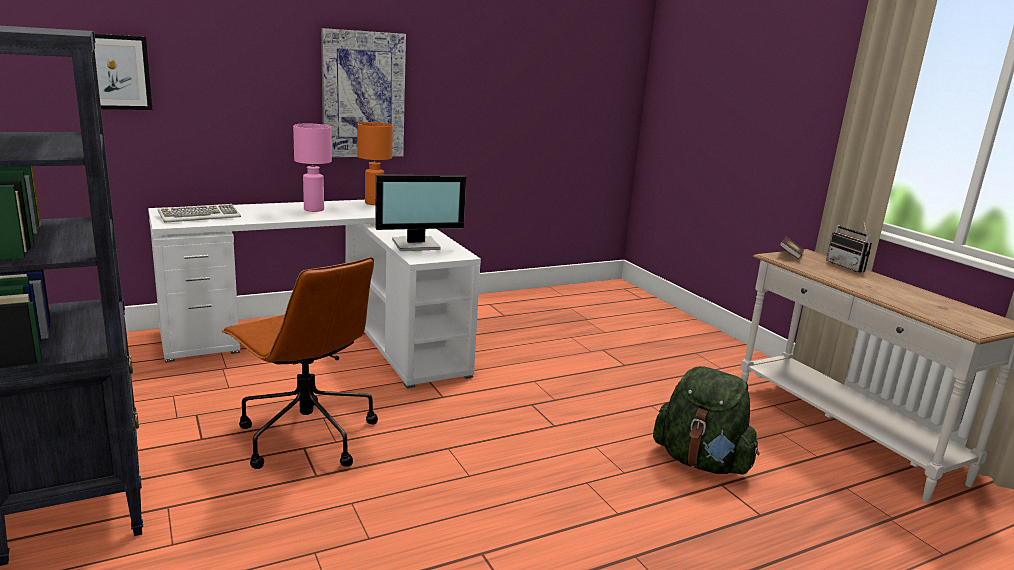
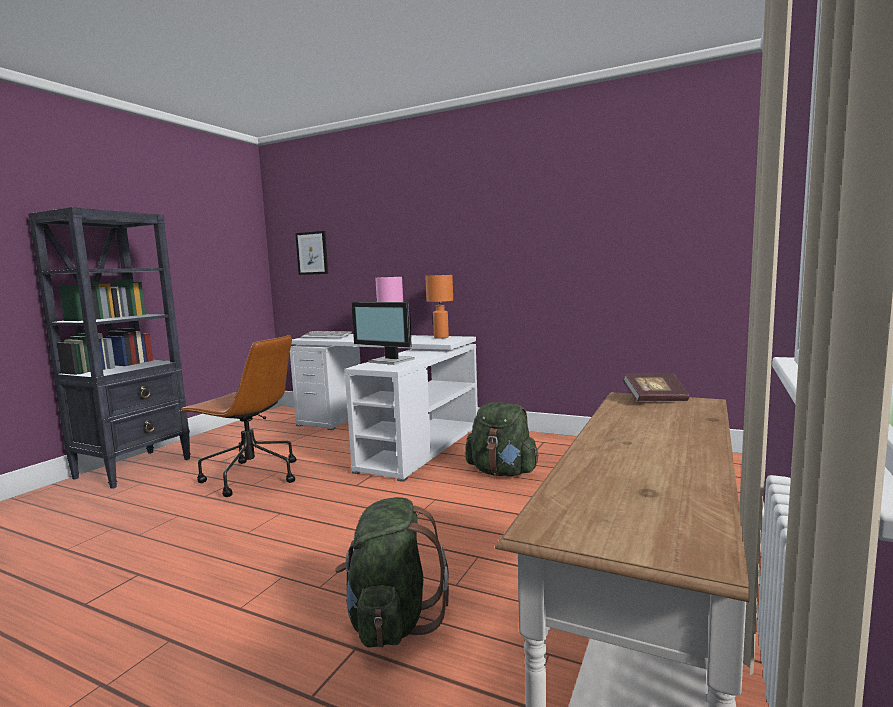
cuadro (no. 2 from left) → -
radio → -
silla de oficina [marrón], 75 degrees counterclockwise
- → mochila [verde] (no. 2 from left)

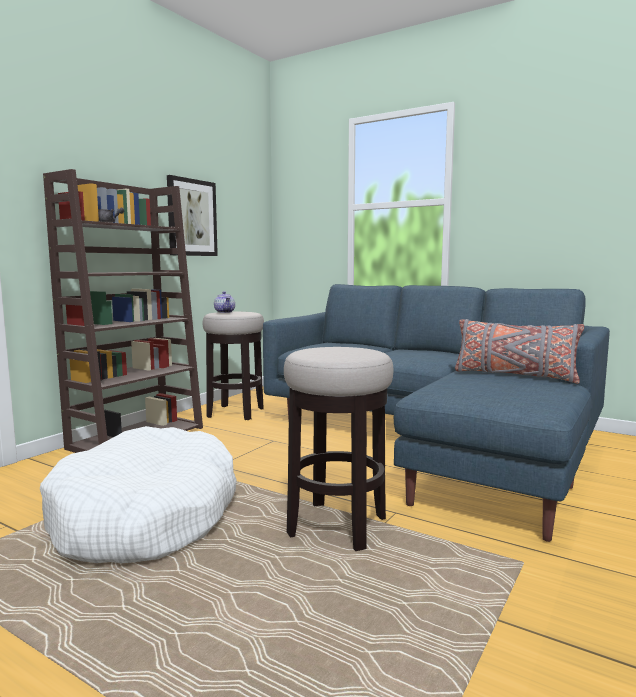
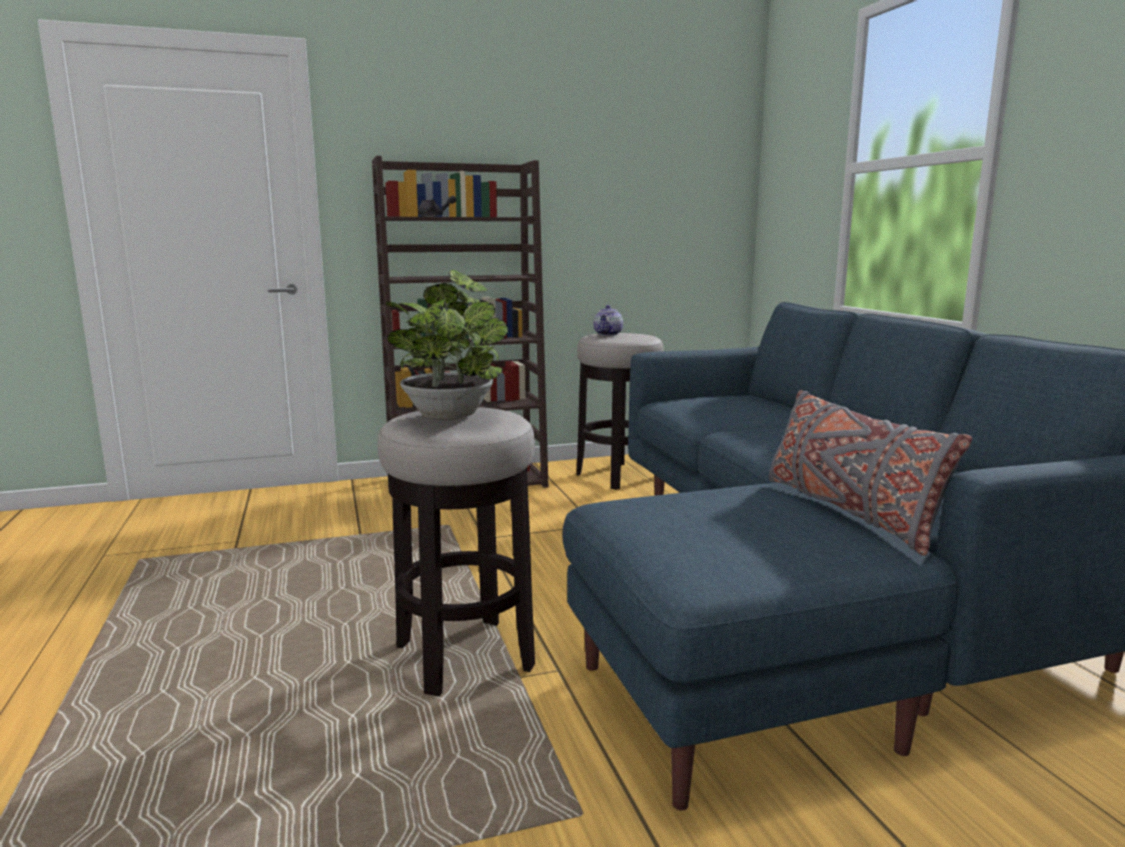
cuadro → -
cama para perro [blanco] → -
- → planta en maceta

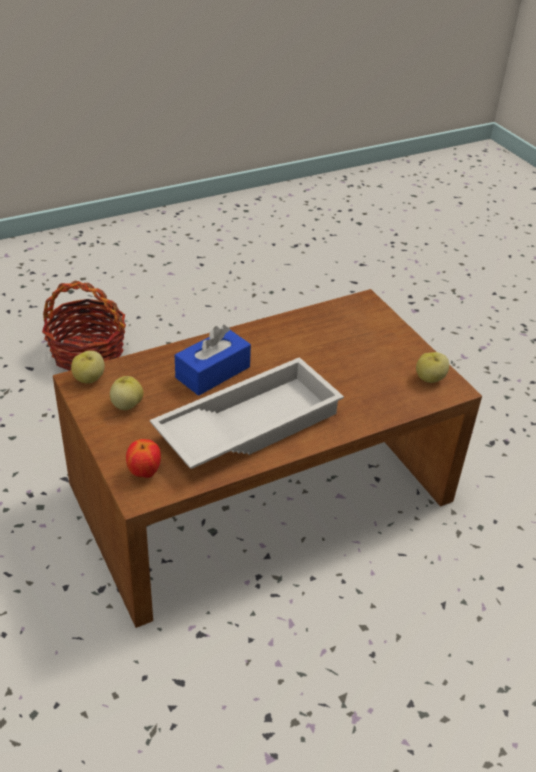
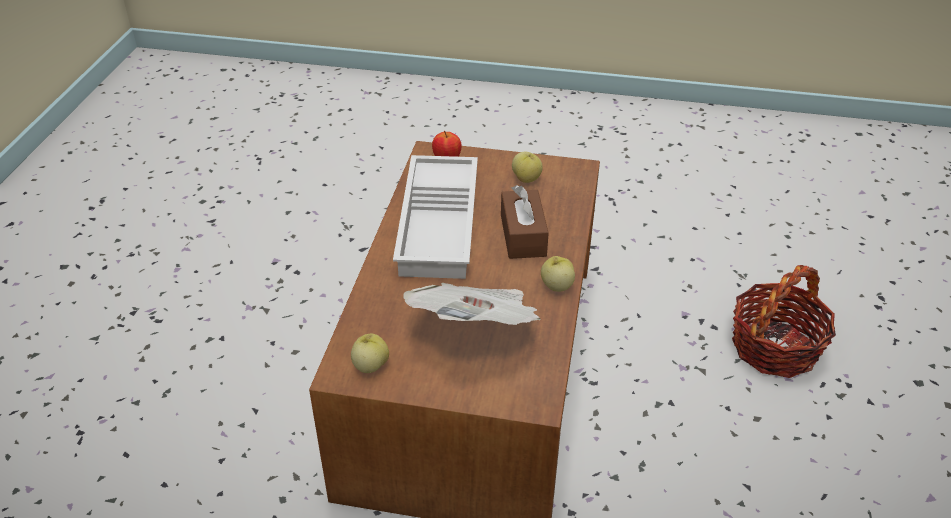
caja de pañuelos [azul] → caja de pañuelos [marrón]
manzana (no. 1 from left in the first image) → manzana (no. 4 from left), shifted
- → periódico

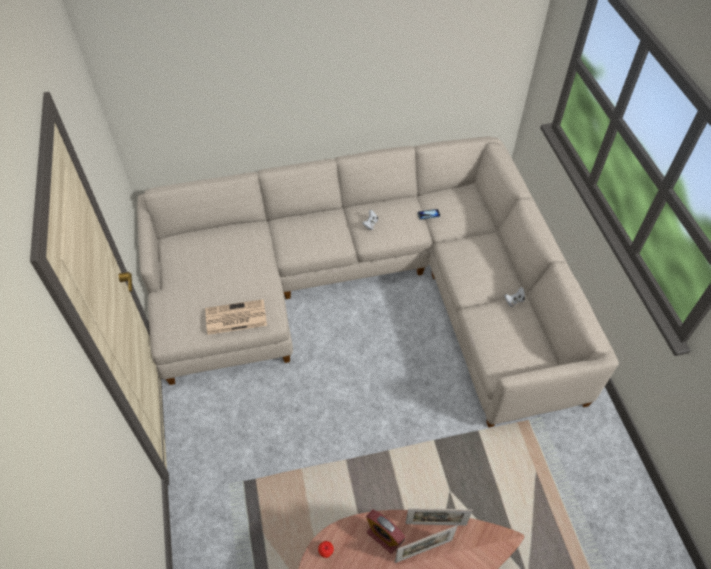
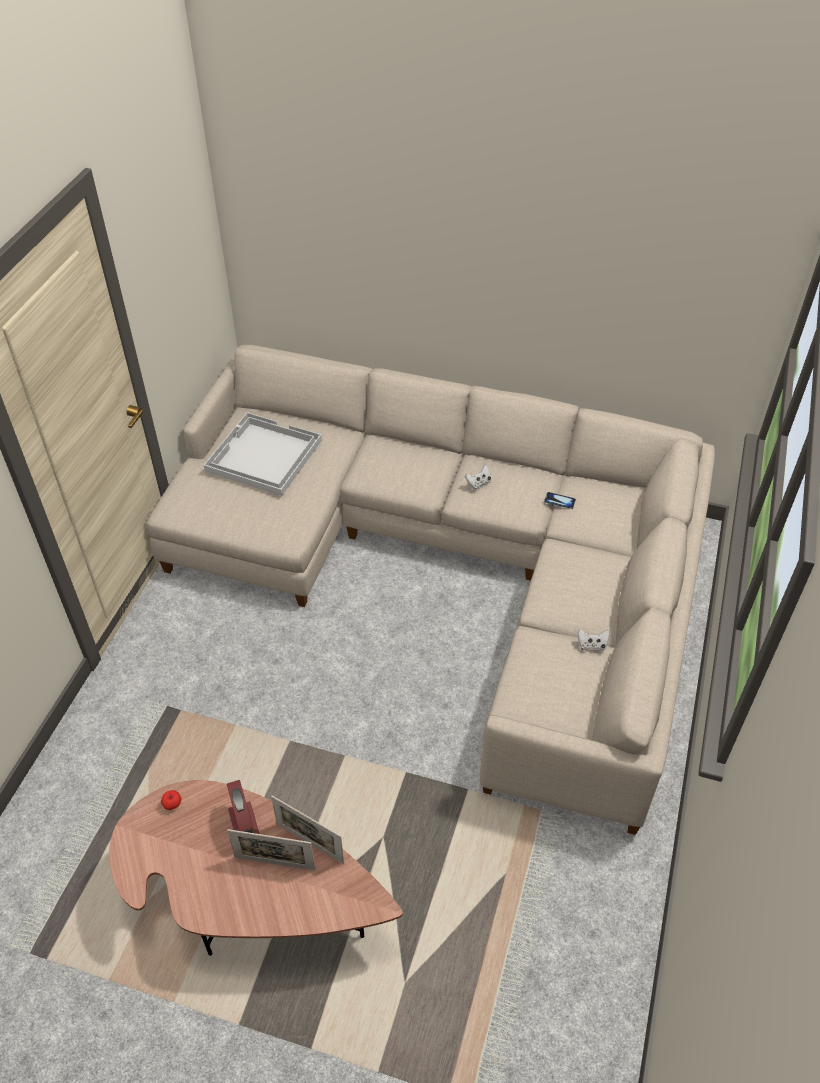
periódico → -
- → bandeja [blanco]

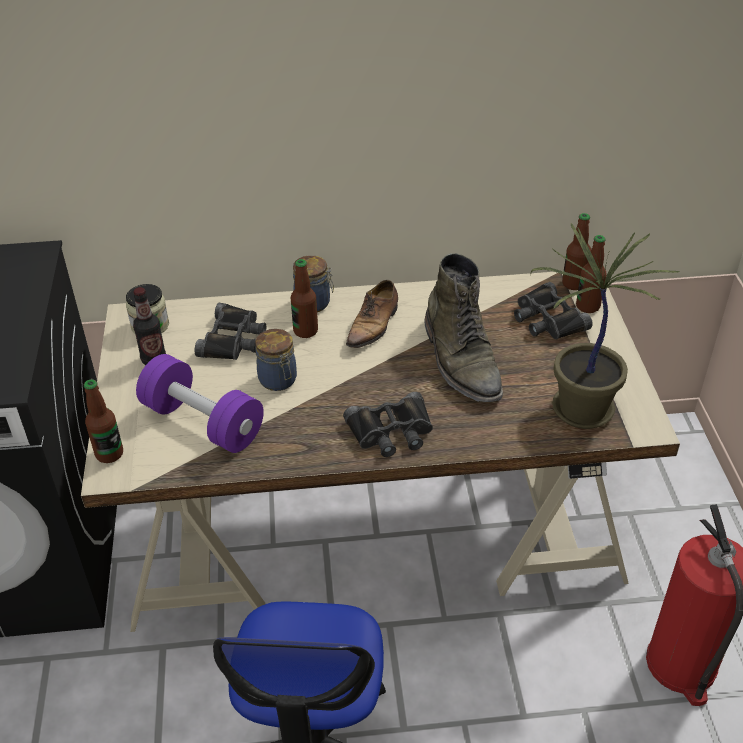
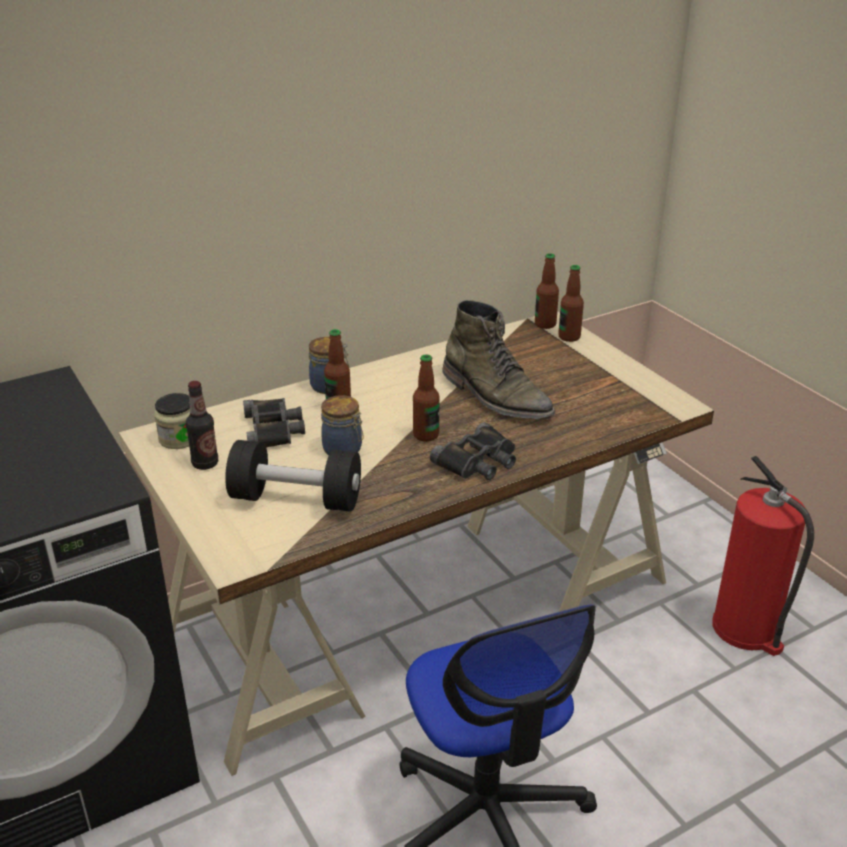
planta en maceta → -
zapato → -
prismáticos [negro] (no. 3 from left) → -
mancuerna [morado] → mancuerna [negro]
botella (no. 1 from left in the first image) → botella (no. 3 from left), shifted

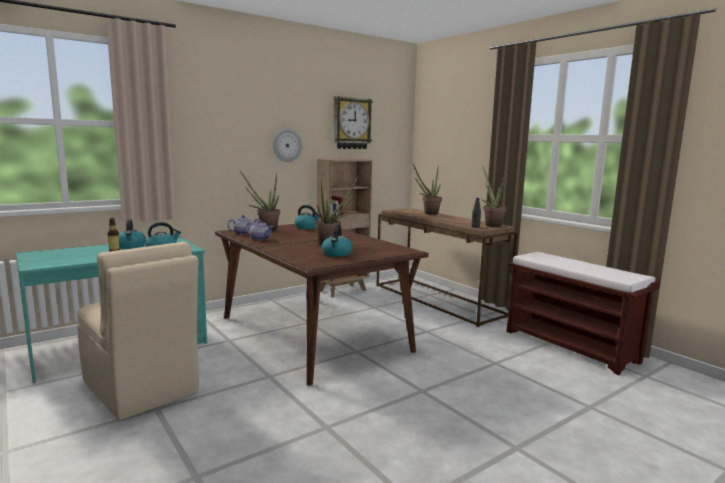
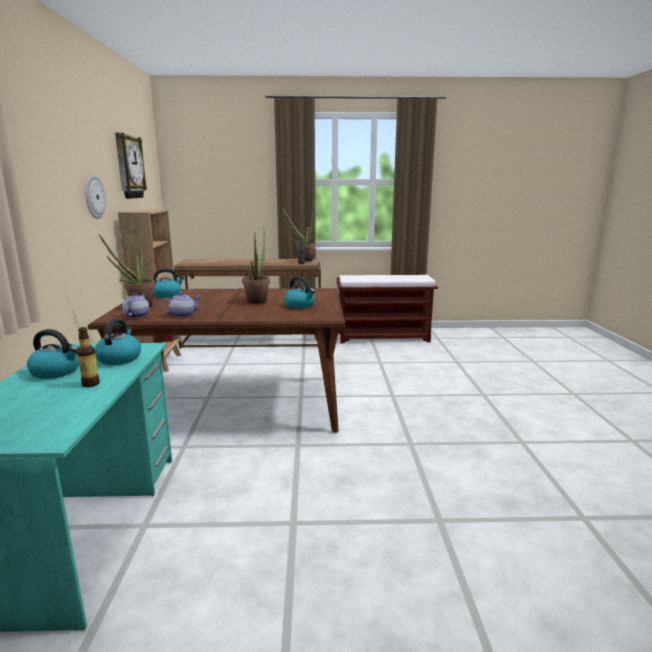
planta en maceta (no. 3 from left) → -
silla [beis] → -

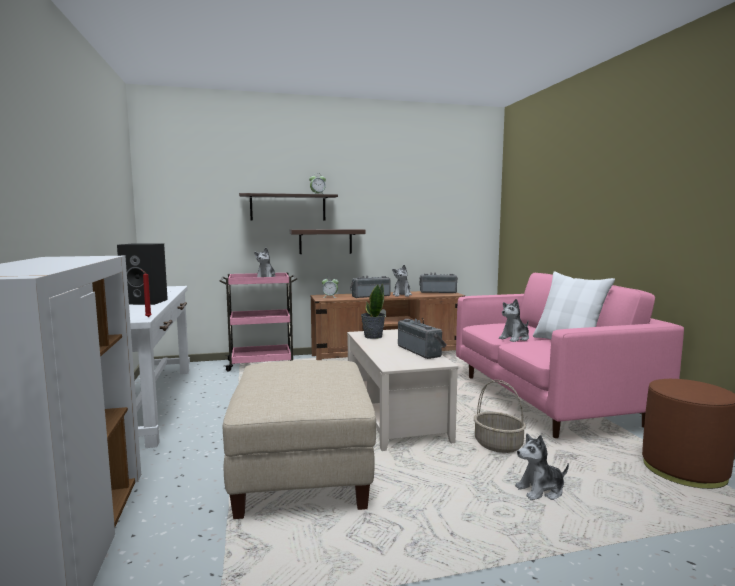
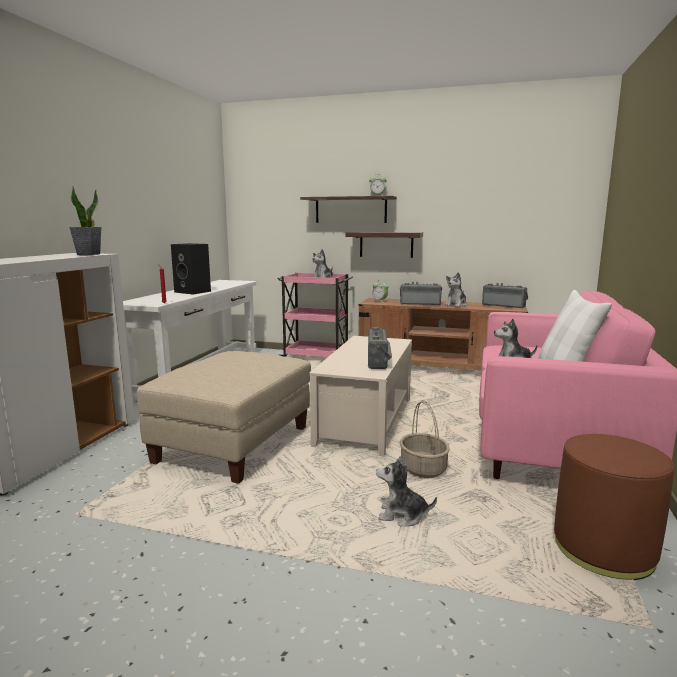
planta en maceta, shifted

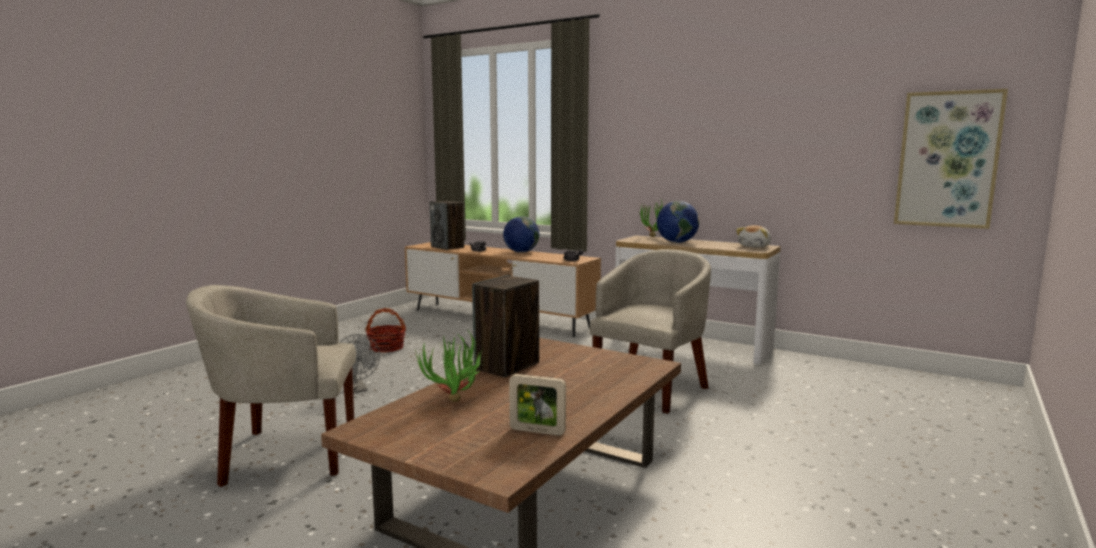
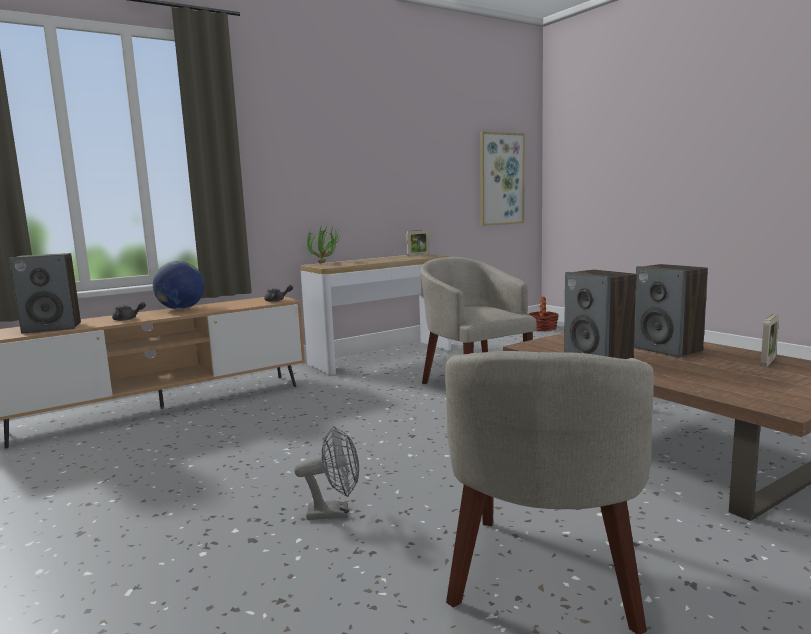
globo terráqueo (no. 2 from left) → -
peluche → portarretratos (no. 1 from left)
cesta, shifted
planta en maceta (no. 1 from left) → -
- → altavoz (no. 3 from left)

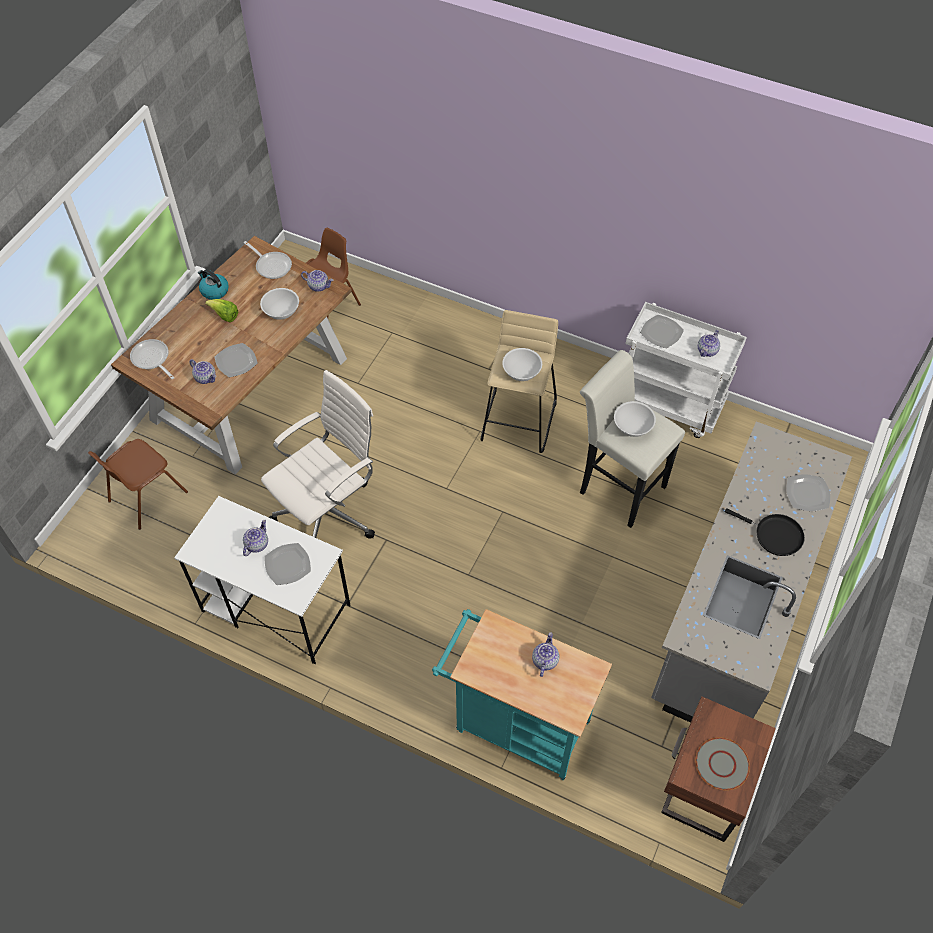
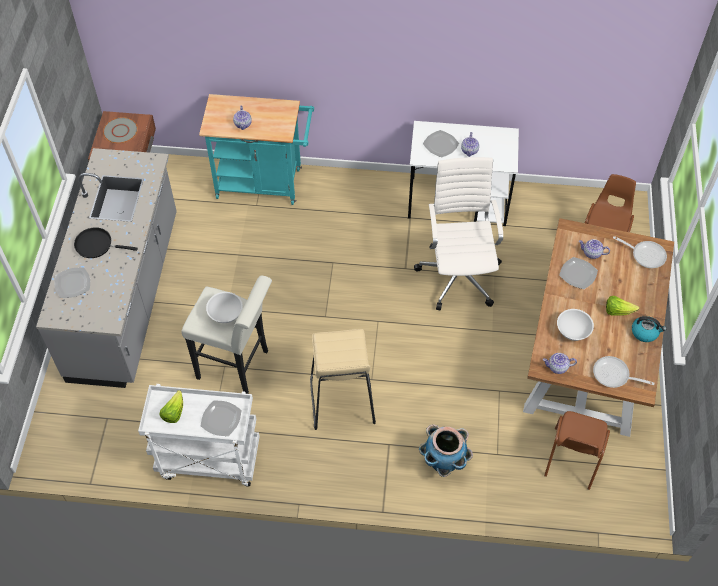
tetera (no. 5 from left) → lechuga (no. 1 from left)
cuenco [blanco] (no. 2 from left) → -
silla de oficina [blanco], 150 degrees clockwise
- → maceta

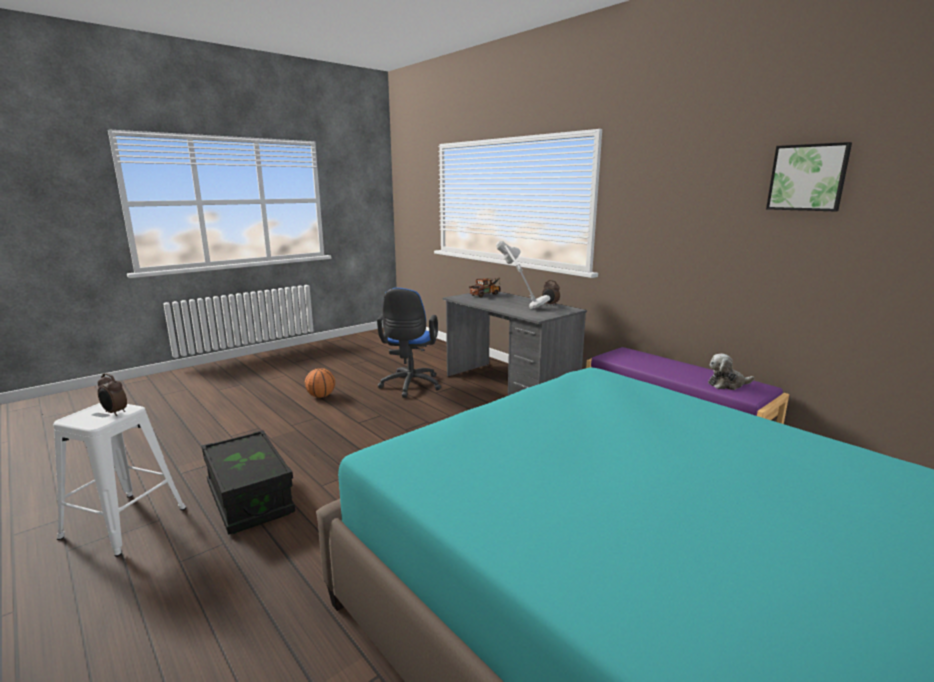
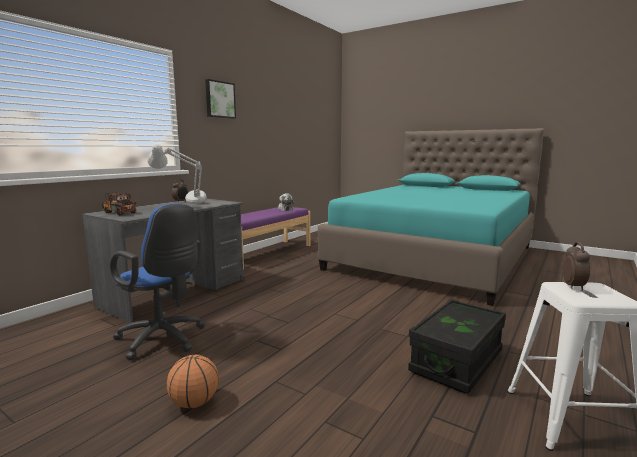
cuadro, shifted
silla de oficina [azul], 45 degrees clockwise

